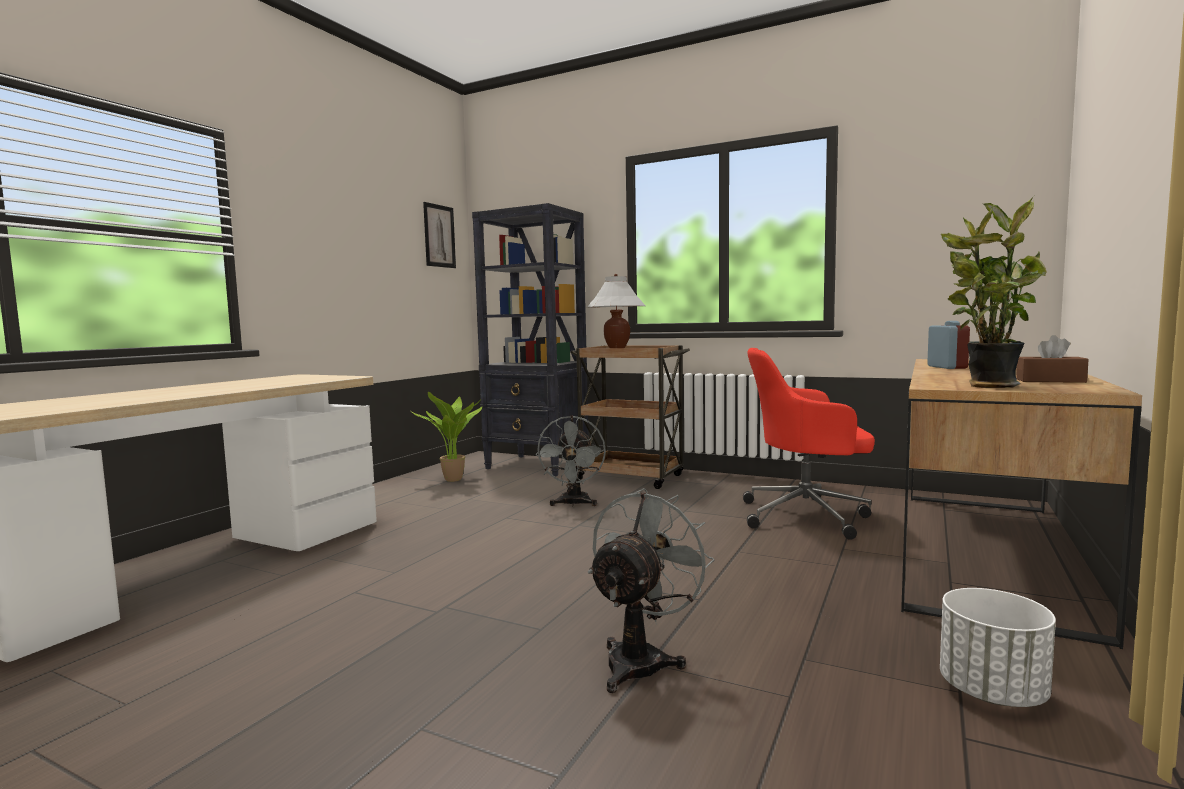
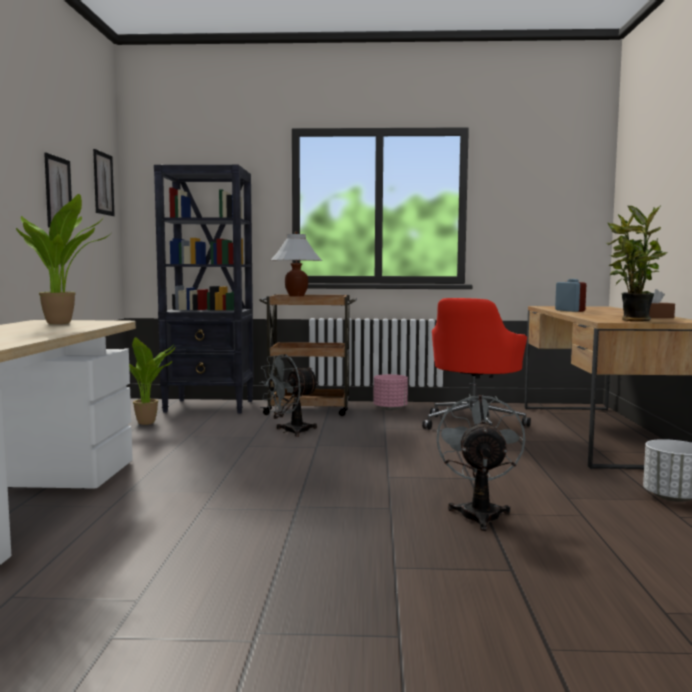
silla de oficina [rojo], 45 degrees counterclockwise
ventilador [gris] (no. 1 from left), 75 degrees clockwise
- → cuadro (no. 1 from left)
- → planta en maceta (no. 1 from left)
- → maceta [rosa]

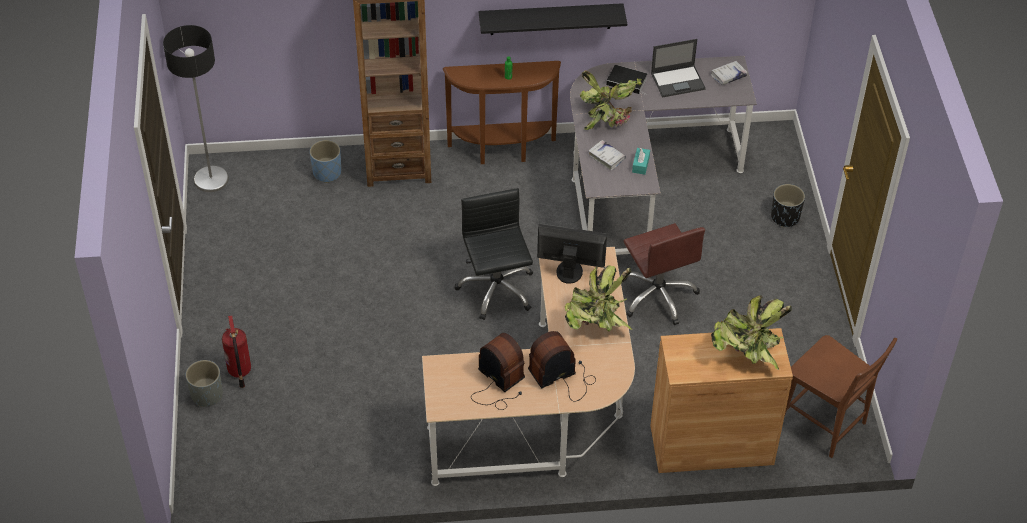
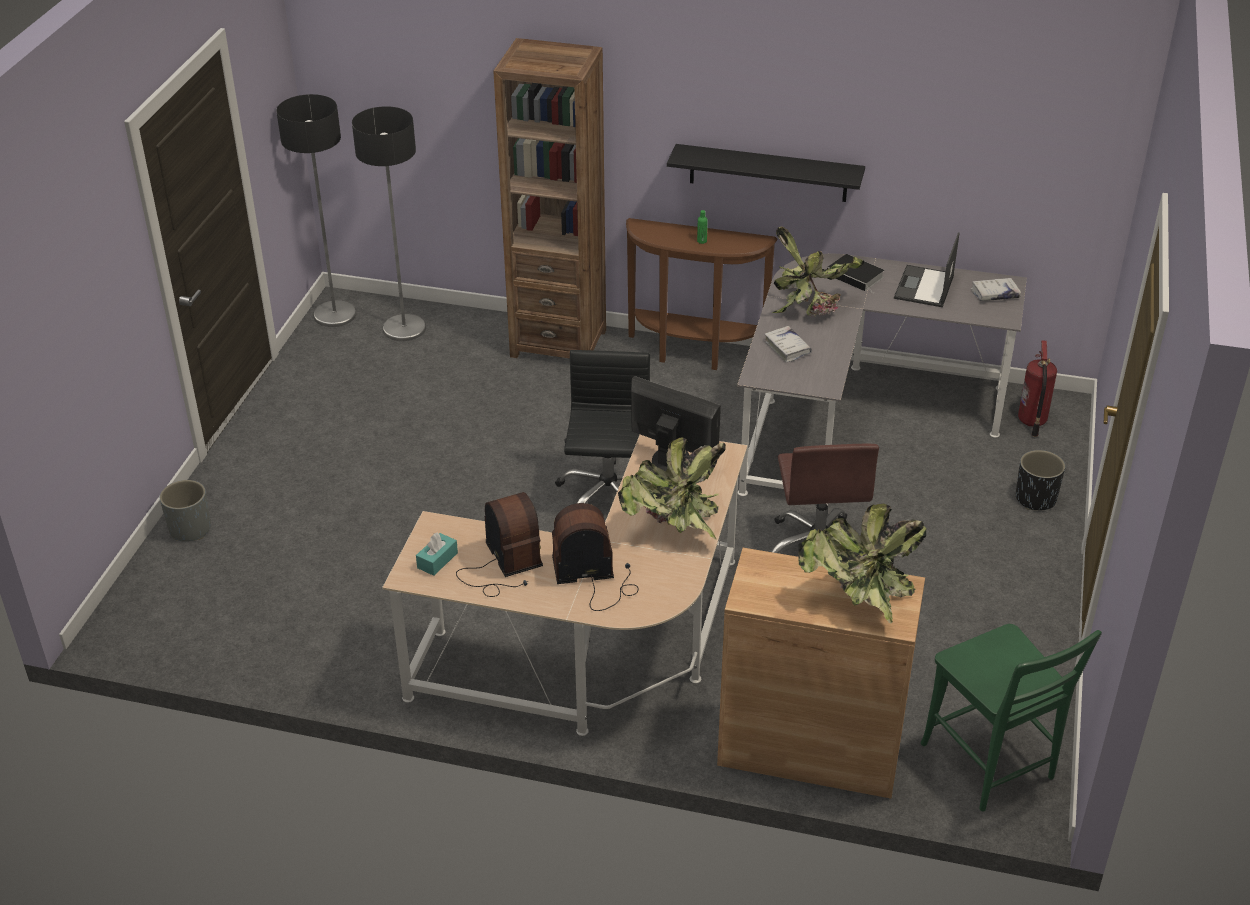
portátil, 105 degrees clockwise
maceta [azul] → -
caja de pañuelos [turquesa], shifted
extintor, shifted
silla [marrón] → silla [verde]
- → lámpara de pie (no. 2 from left)

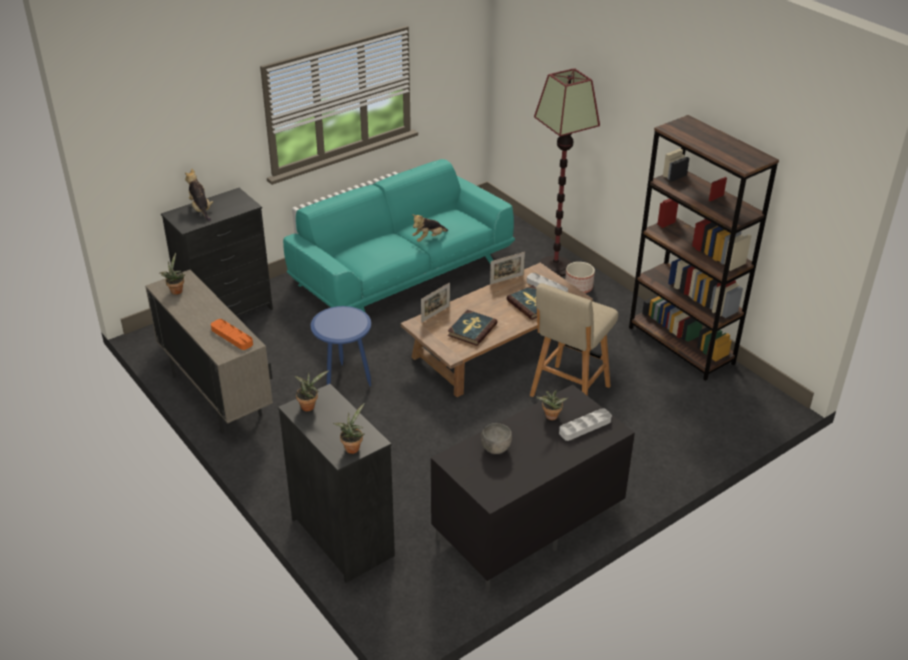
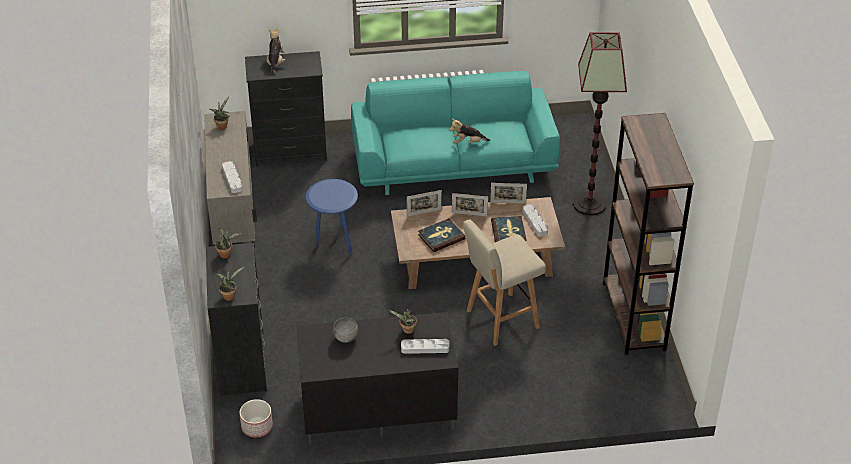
maceta, shifted
bandeja [naranja] → bandeja [gris] (no. 1 from left)
- → portarretratos (no. 2 from left)

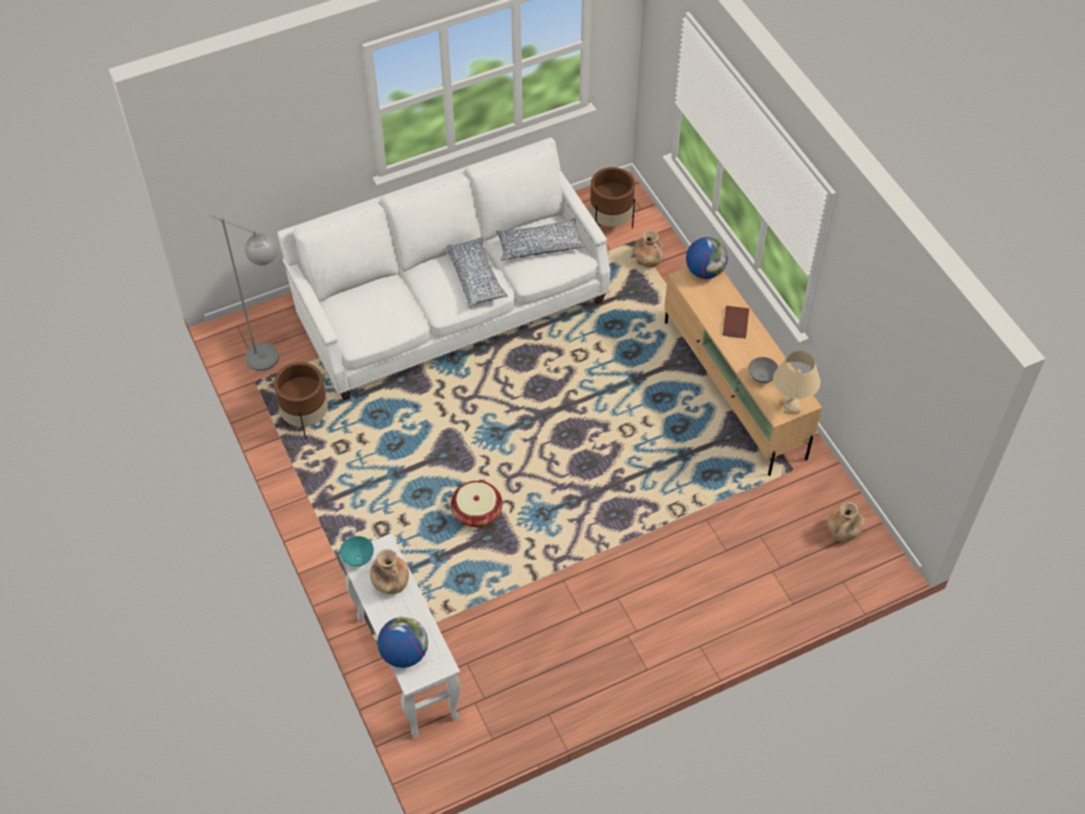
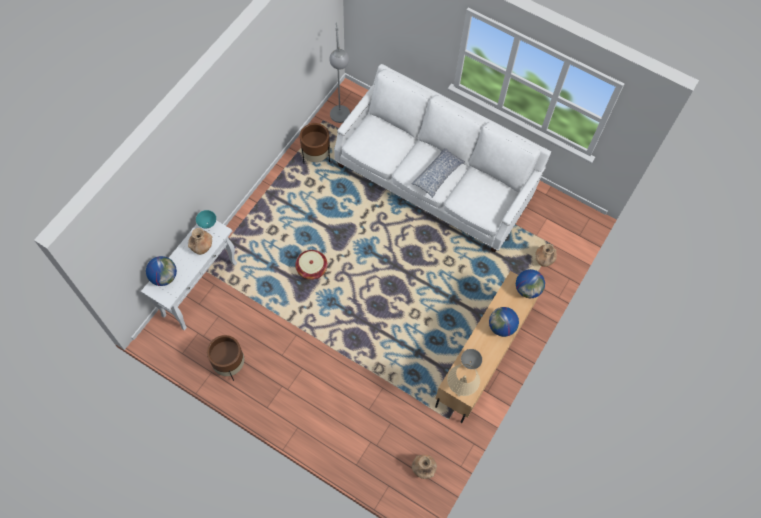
maceta [marrón] (no. 2 from left in the first image) → maceta [marrón] (no. 1 from left), shifted
cojín (no. 2 from left) → -
libro [marrón] → globo terráqueo (no. 2 from left)

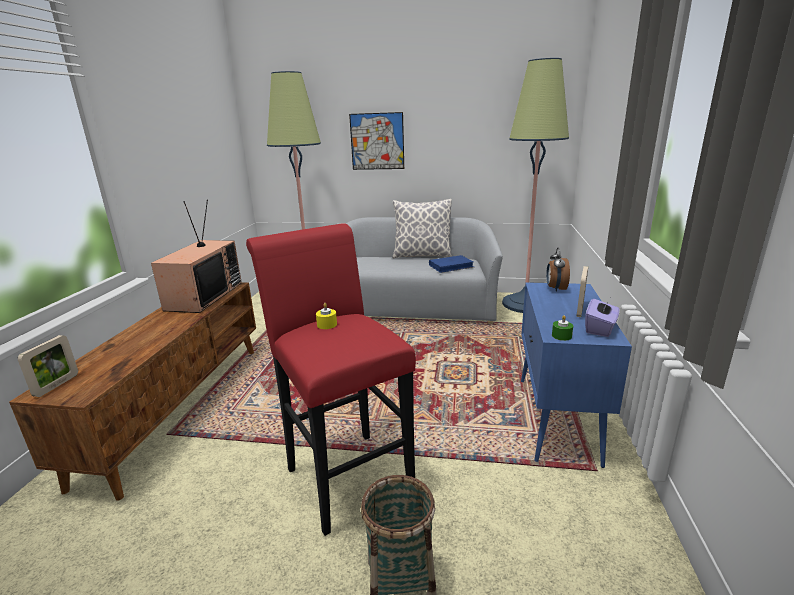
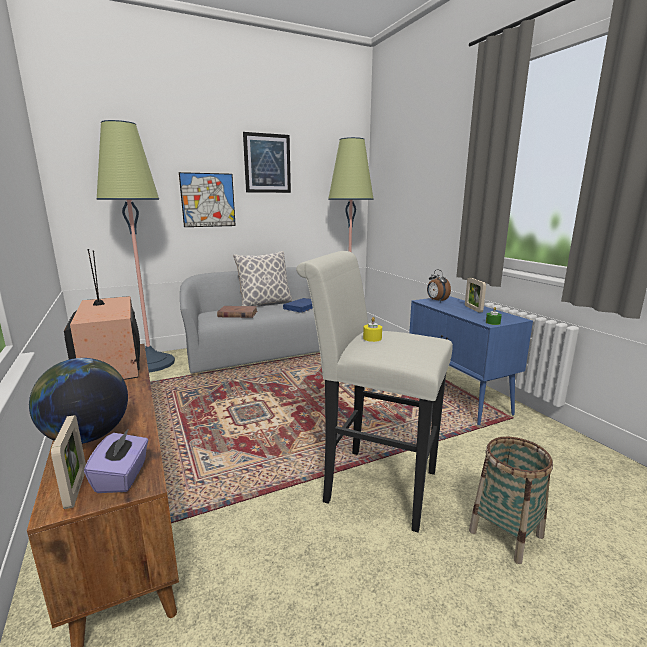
taburete [rojo] → taburete [blanco]
caja de pañuelos [morado], shifted
- → cuadro (no. 2 from left)
- → libro [marrón]
- → globo terráqueo

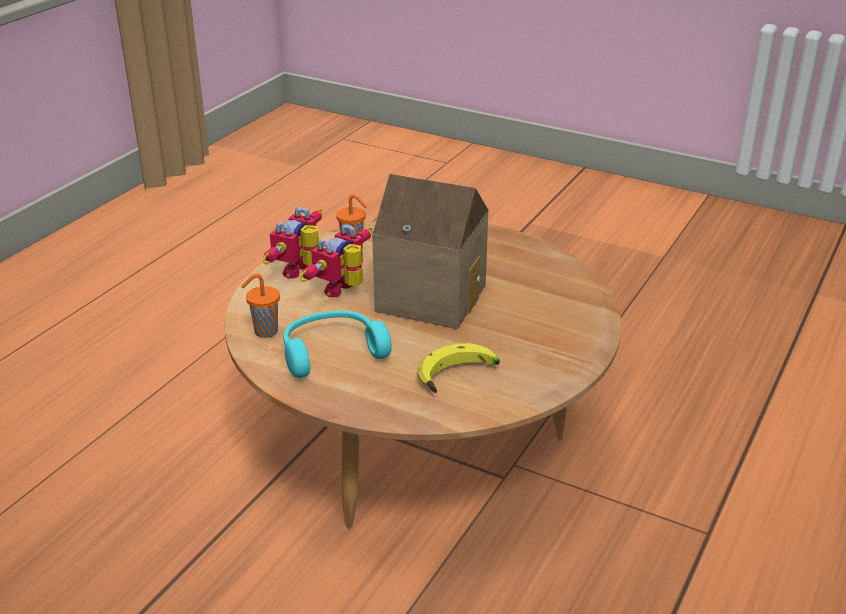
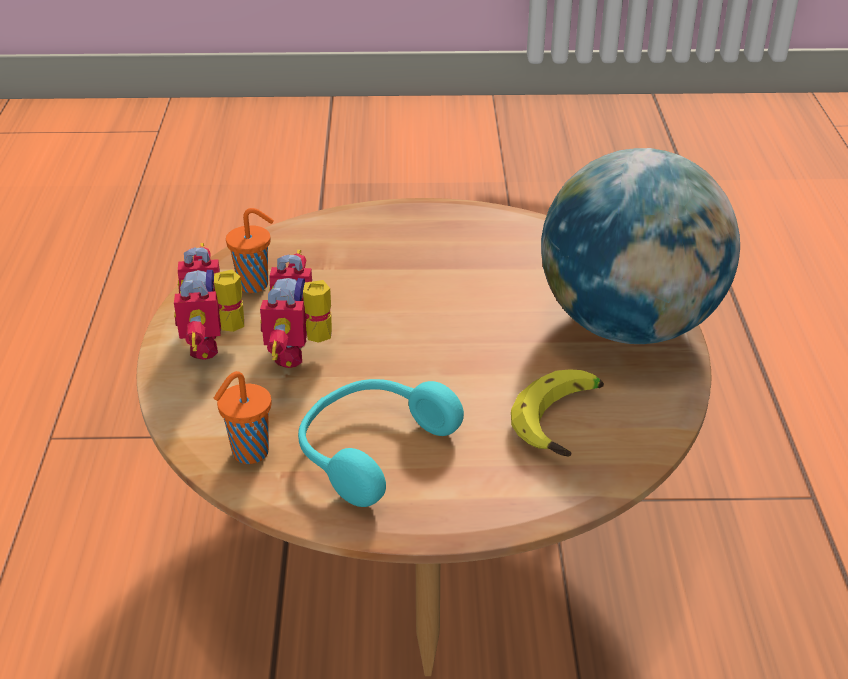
casita → -
- → globo terráqueo

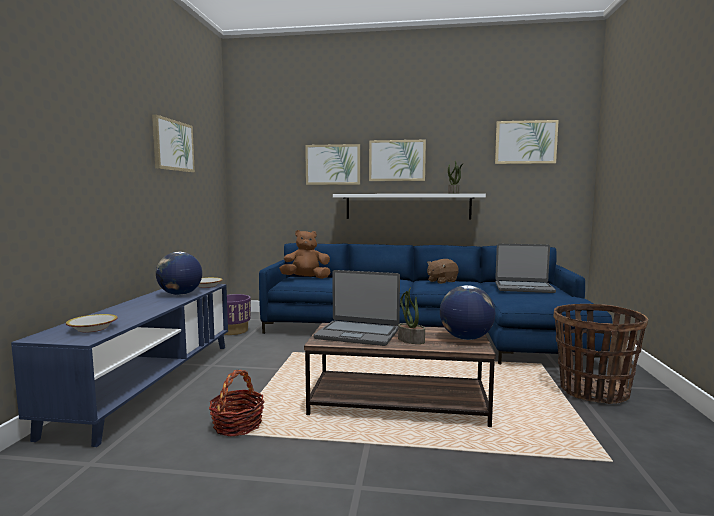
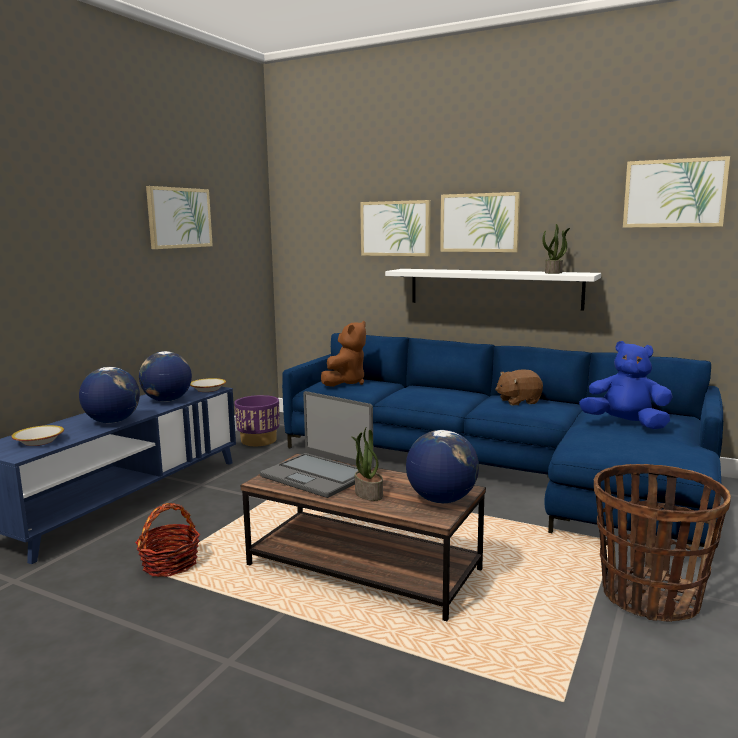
peluche [marrón] (no. 1 from left), 105 degrees clockwise
portátil (no. 2 from left) → peluche [azul]
- → globo terráqueo (no. 1 from left)

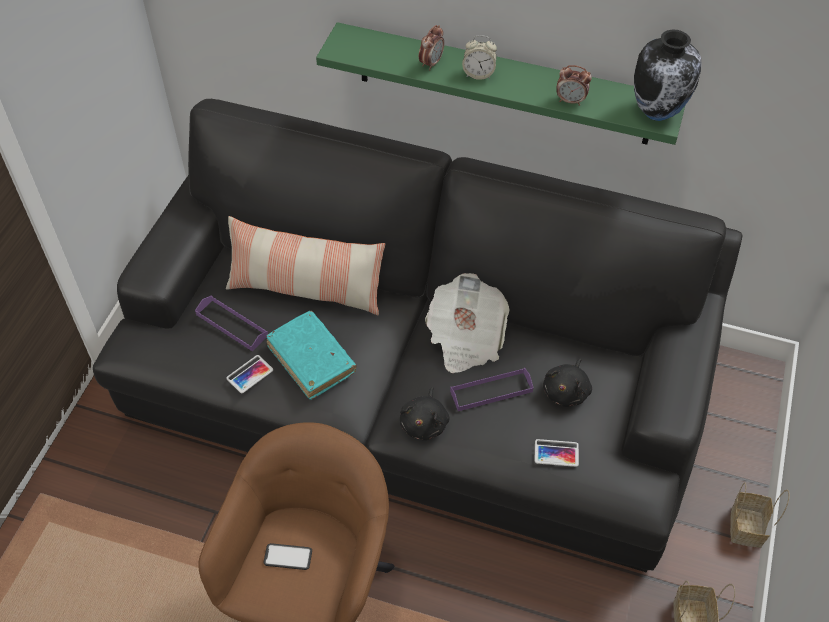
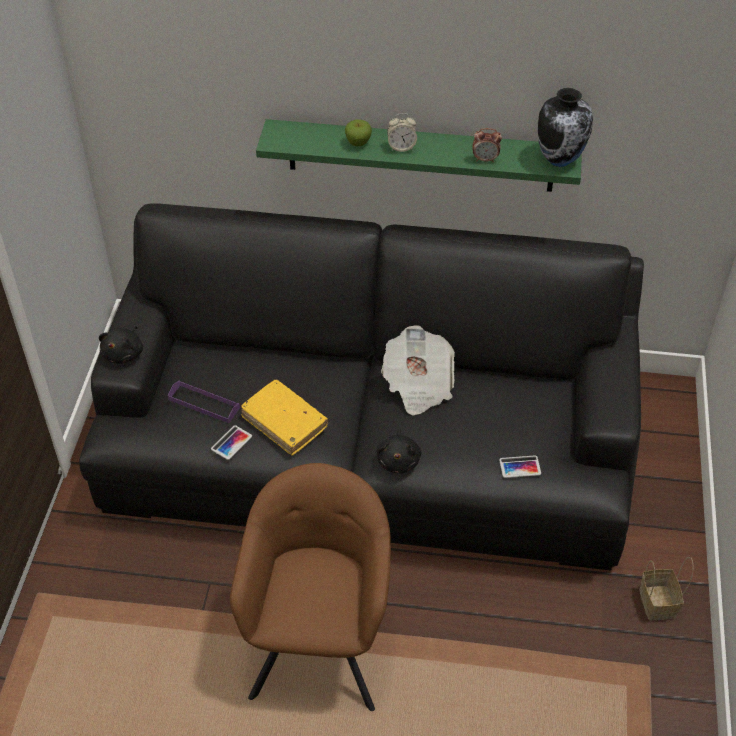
despertador (no. 1 from left) → manzana
cojín → -
libro [turquesa] → libro [amarillo]
peluche [negro] (no. 2 from left in the first image) → peluche [negro] (no. 1 from left), shifted
bandeja [morado] (no. 2 from left) → -
cesta (no. 2 from left) → -
móvil (no. 2 from left) → -

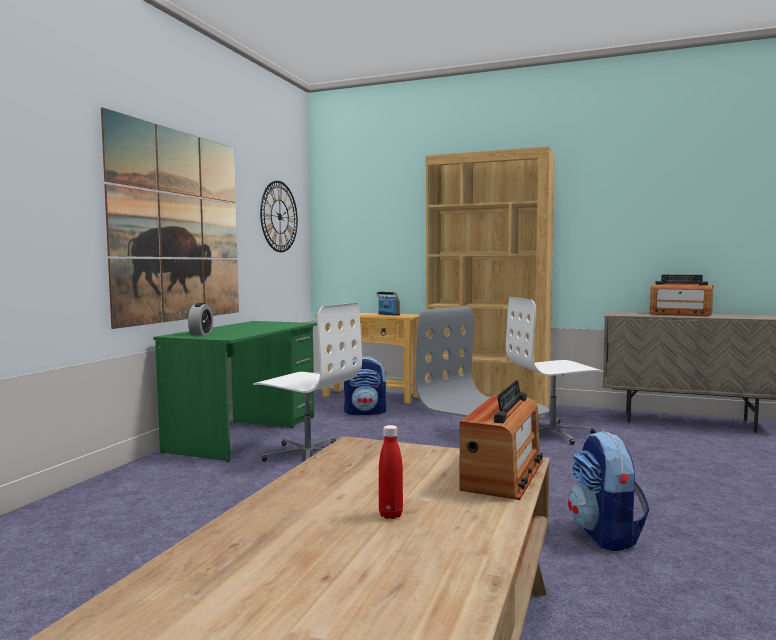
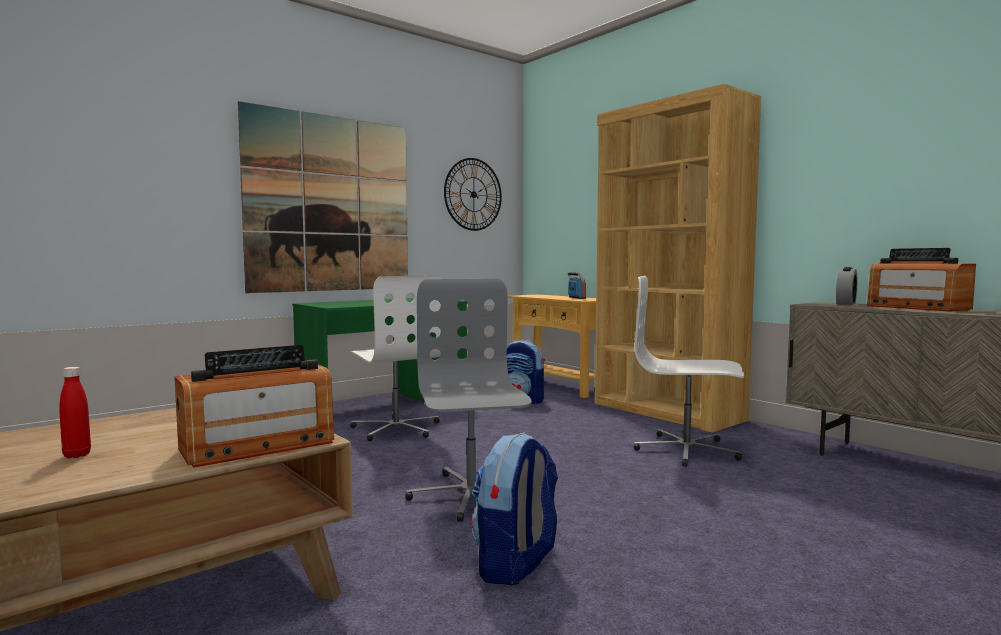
despertador, shifted

